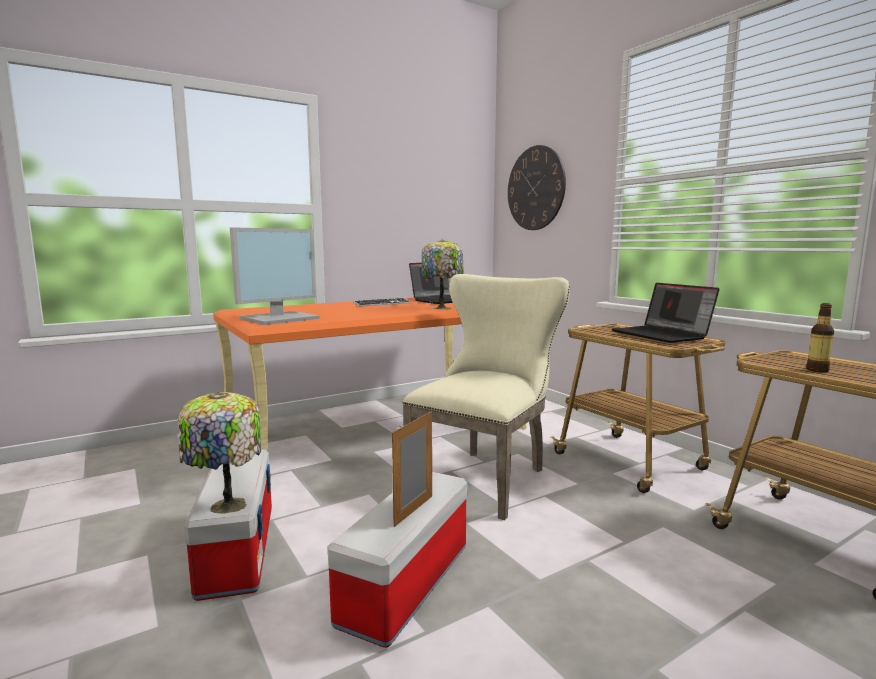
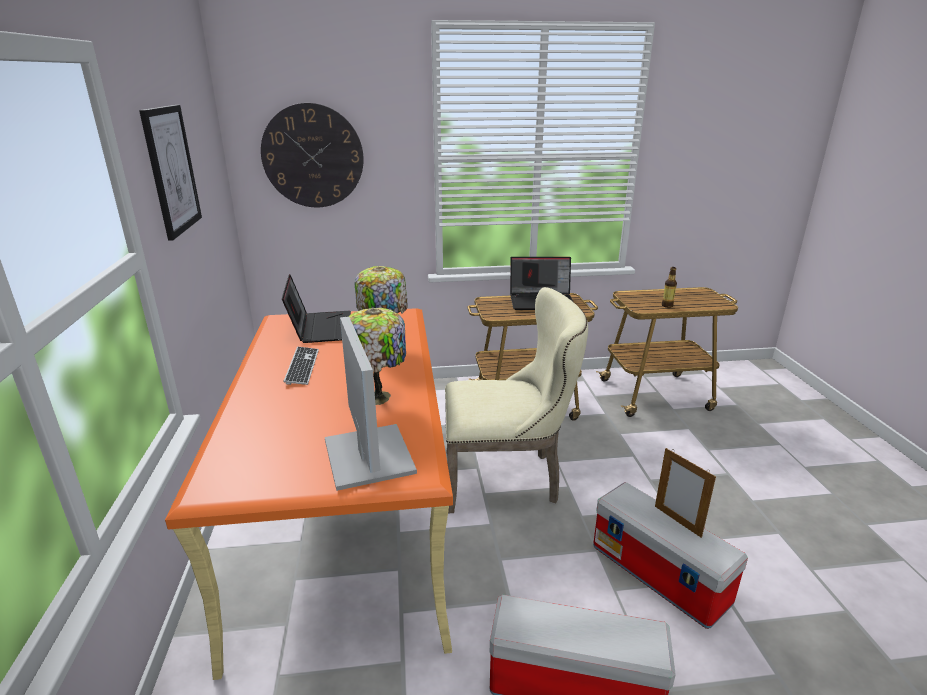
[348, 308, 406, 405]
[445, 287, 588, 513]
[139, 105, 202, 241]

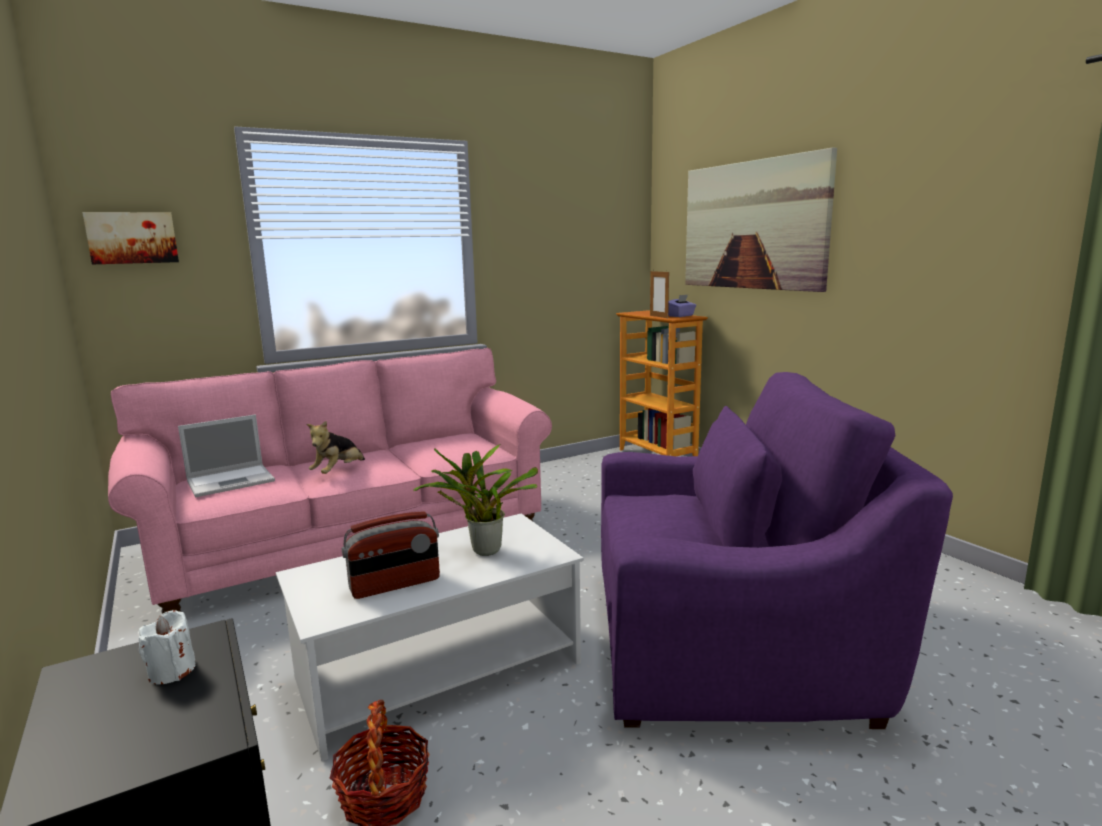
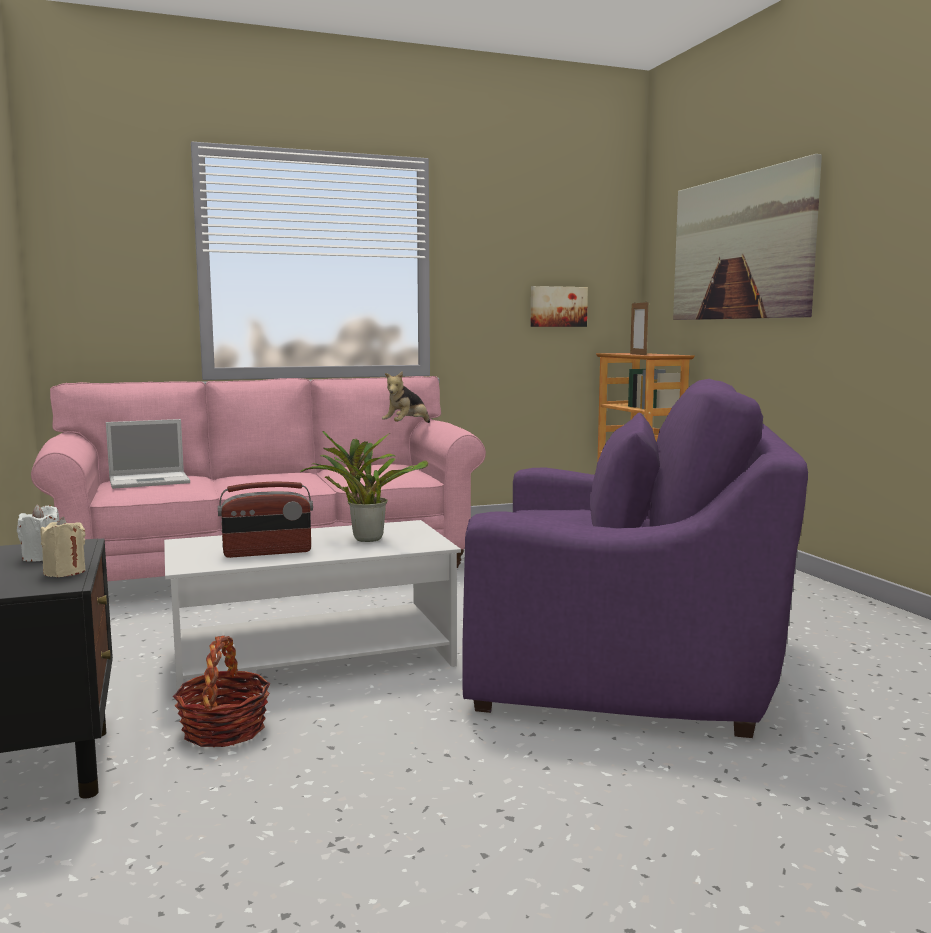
[531, 286, 588, 327]
[382, 371, 430, 423]
[668, 295, 696, 317] (first image)
[40, 516, 85, 577]

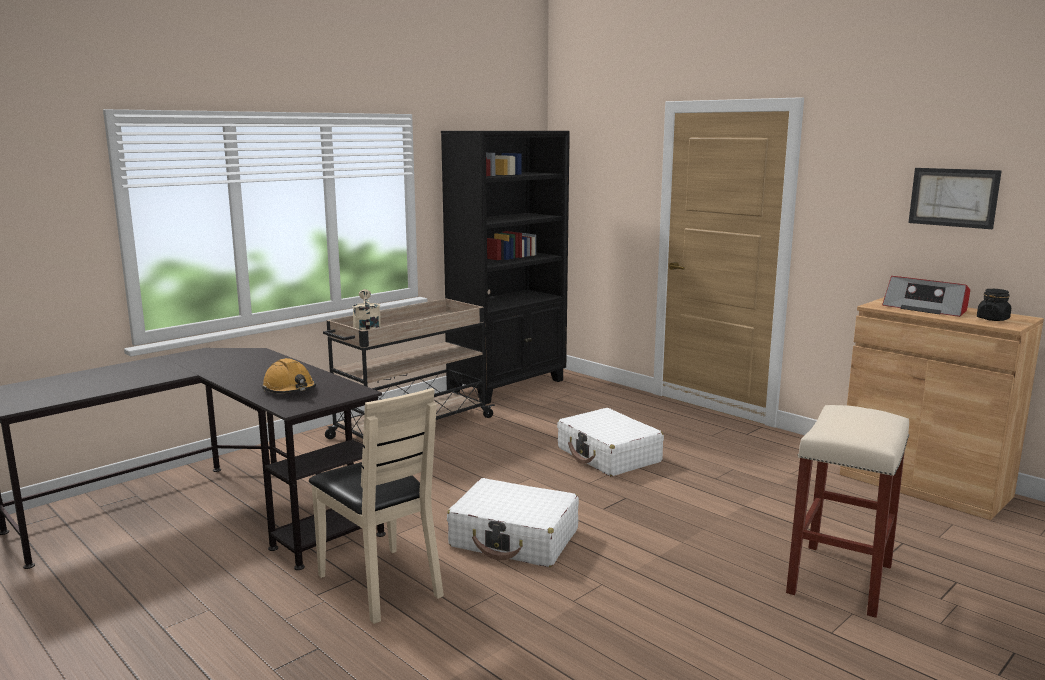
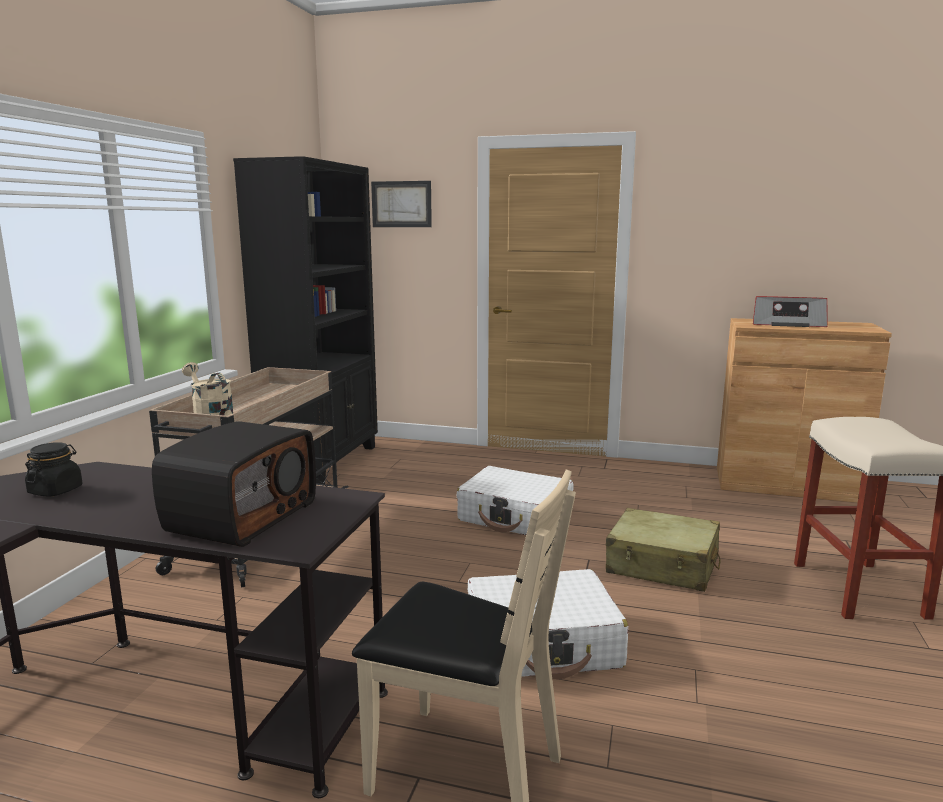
[152, 421, 316, 547]
[371, 181, 432, 227]
[25, 442, 82, 497]
[606, 508, 721, 592]

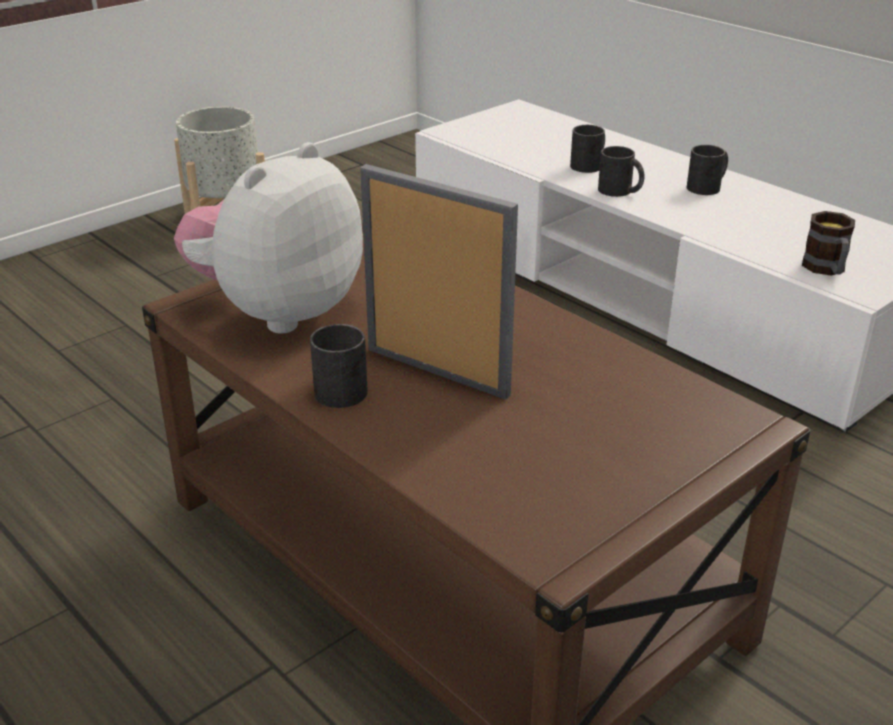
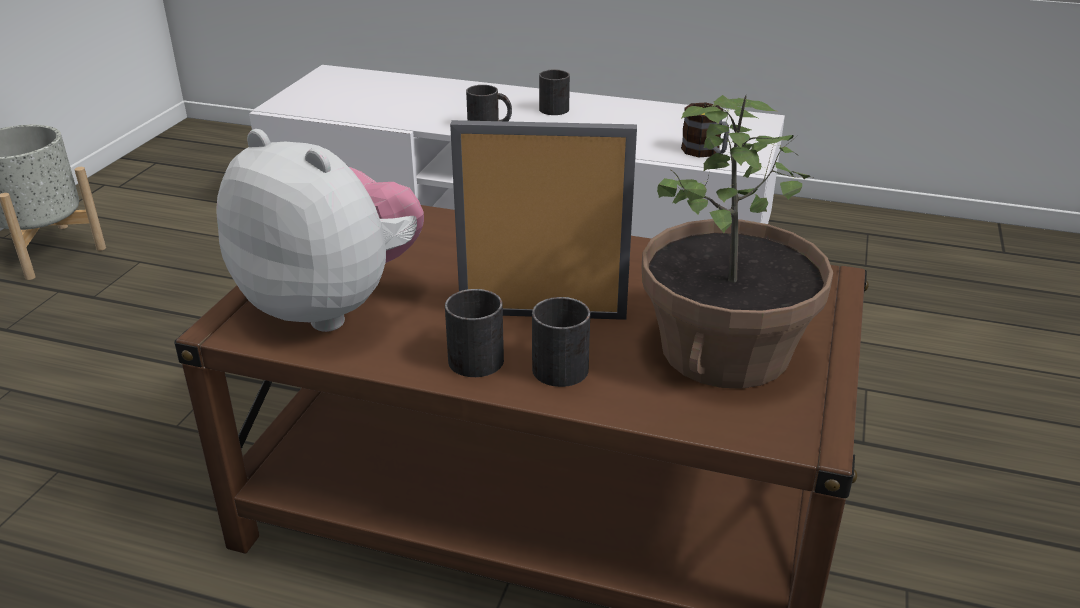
[216, 129, 424, 332]
[532, 297, 590, 387]
[642, 95, 833, 389]

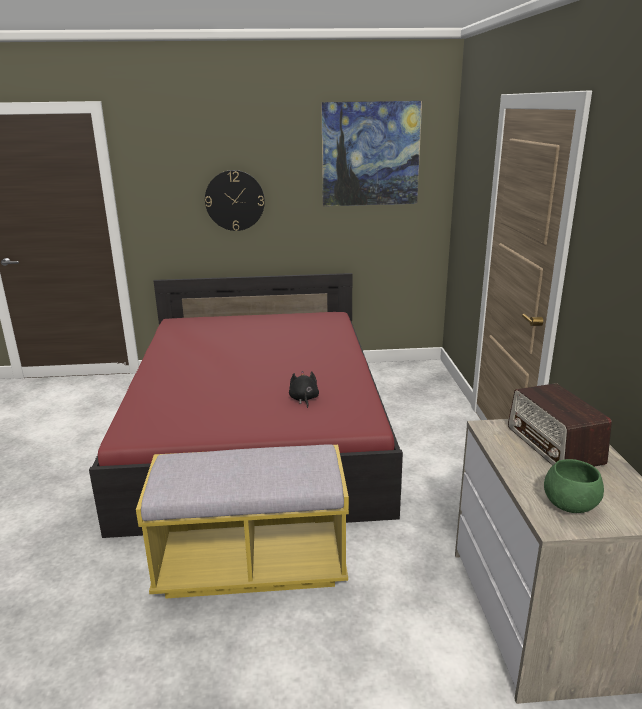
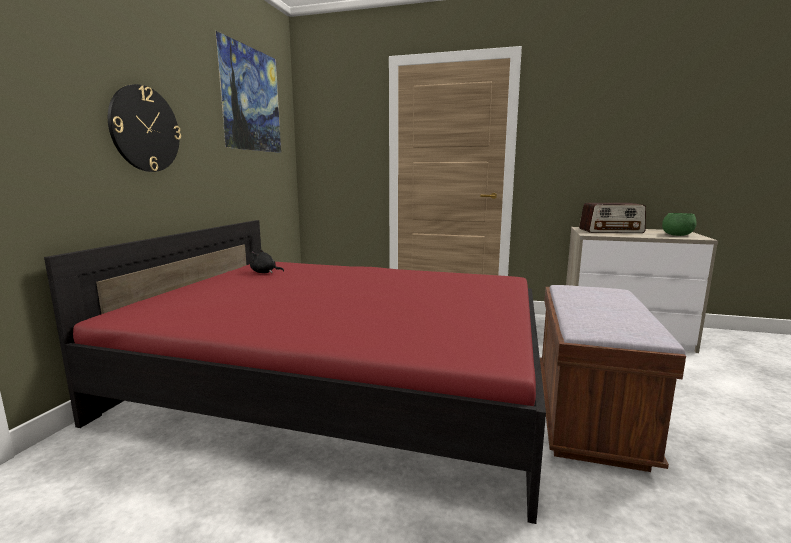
[540, 285, 686, 472]
[250, 249, 284, 273]

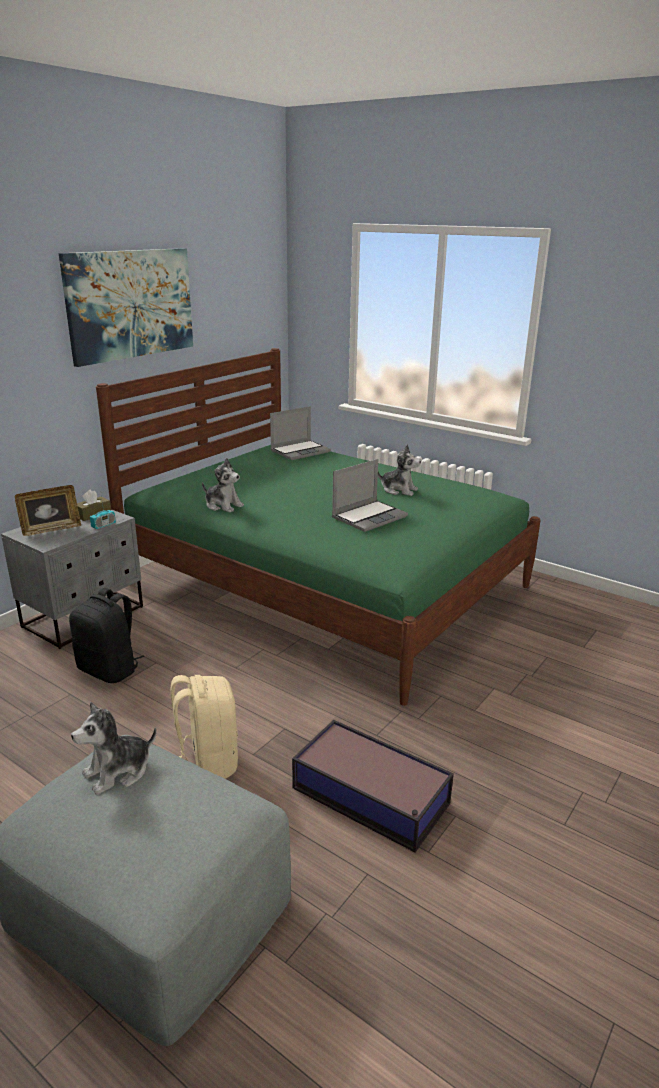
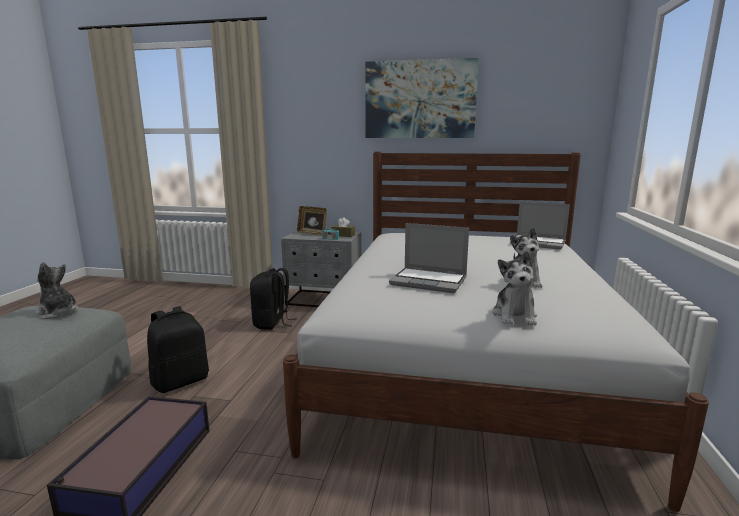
[283, 152, 709, 512]
[147, 306, 209, 393]
[492, 251, 537, 325]

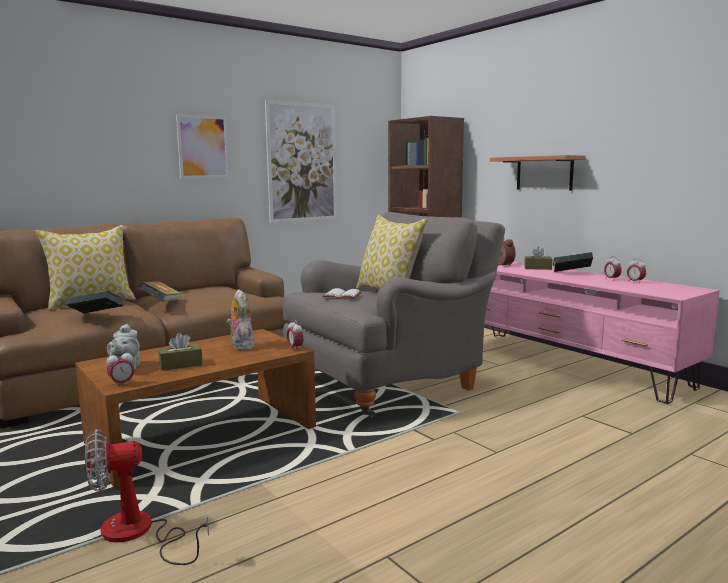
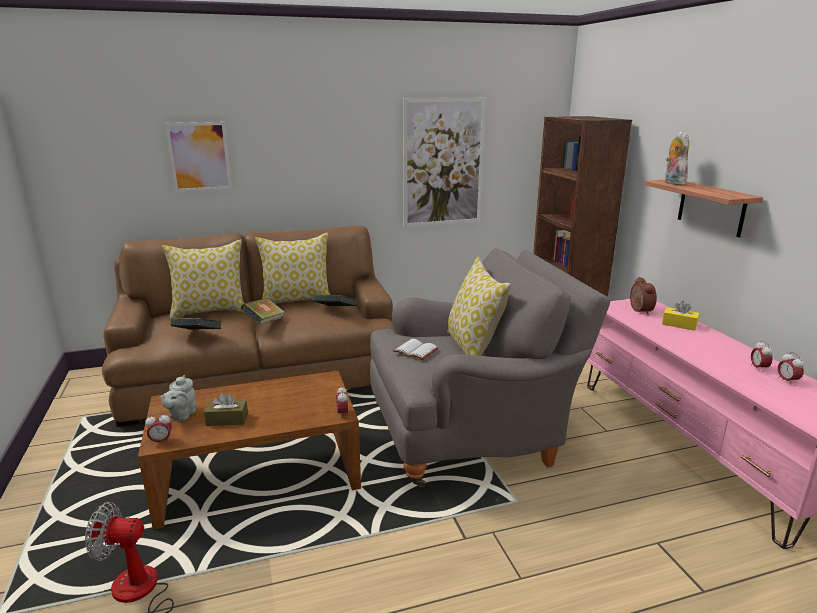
[165, 122, 232, 192]
[665, 131, 689, 185]
[662, 301, 699, 331]
[313, 294, 357, 306]
[255, 233, 330, 304]

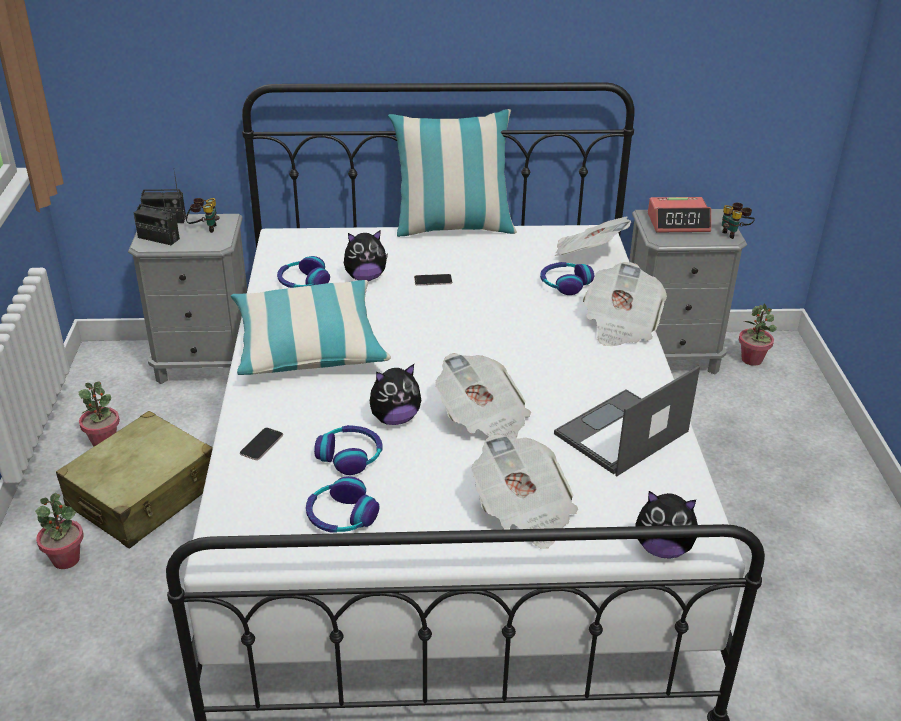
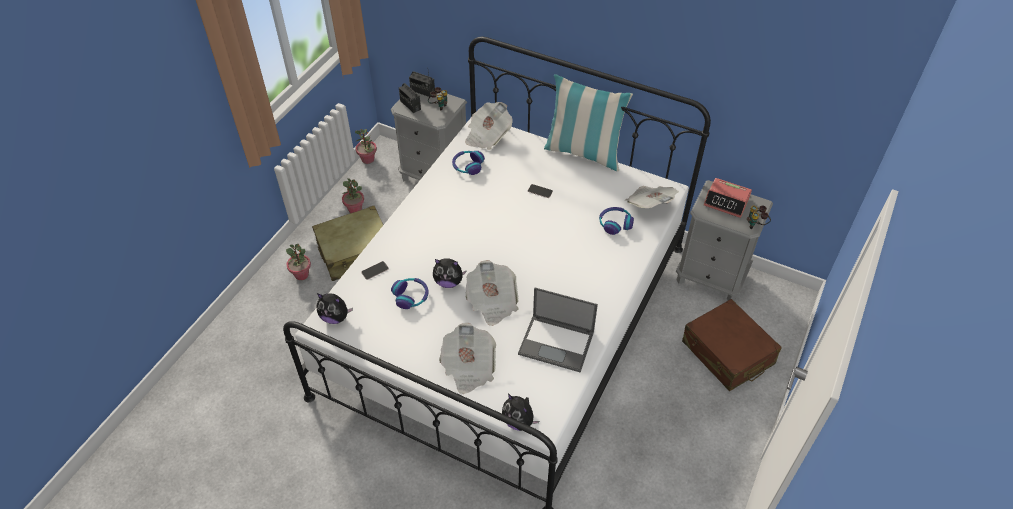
[231, 280, 391, 375] (first image)
[306, 476, 380, 533] (first image)
[317, 293, 353, 324]
[518, 287, 598, 373]
[465, 102, 513, 150]
[355, 129, 377, 164]
[682, 299, 782, 391]

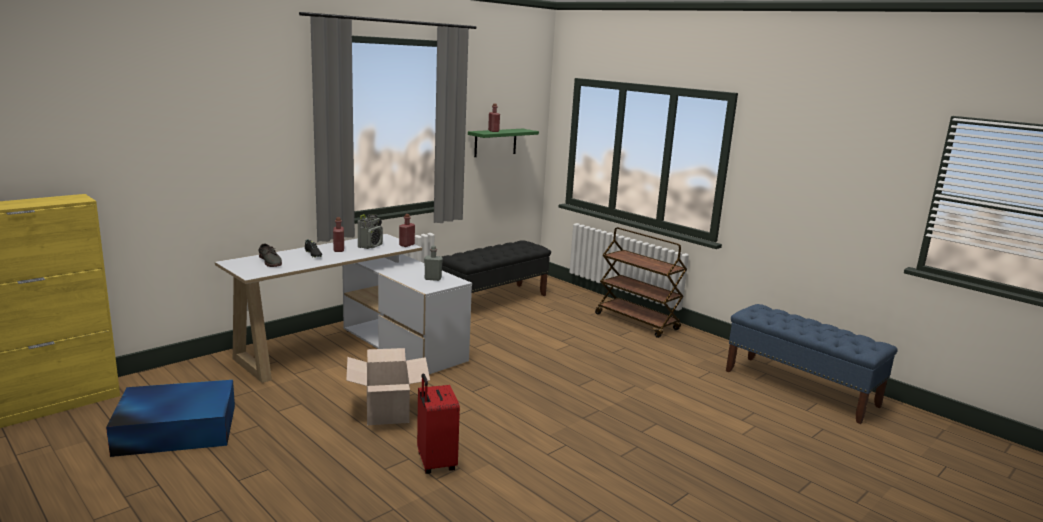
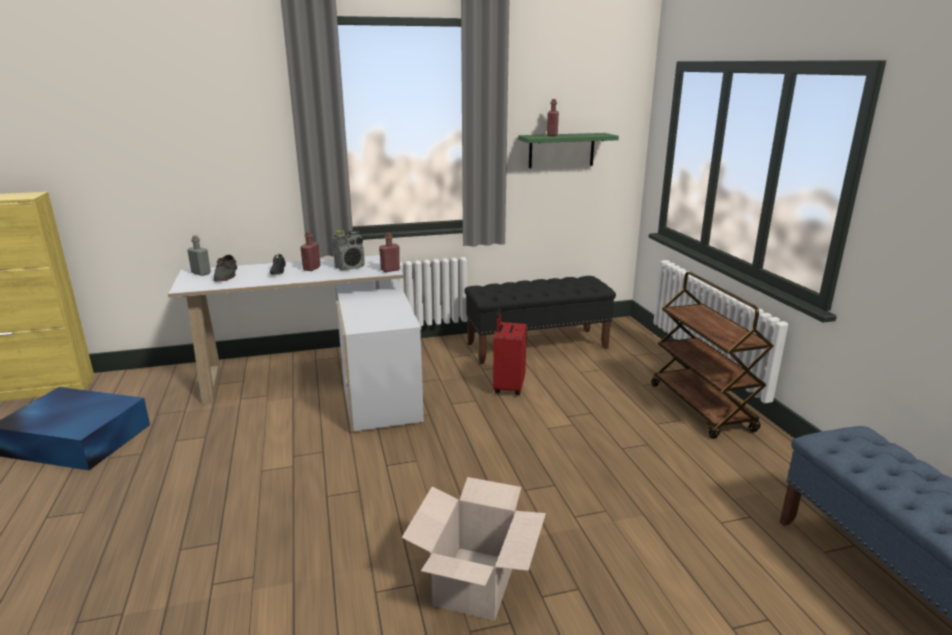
[402, 477, 546, 621]
[493, 309, 527, 395]
[187, 235, 211, 276]

